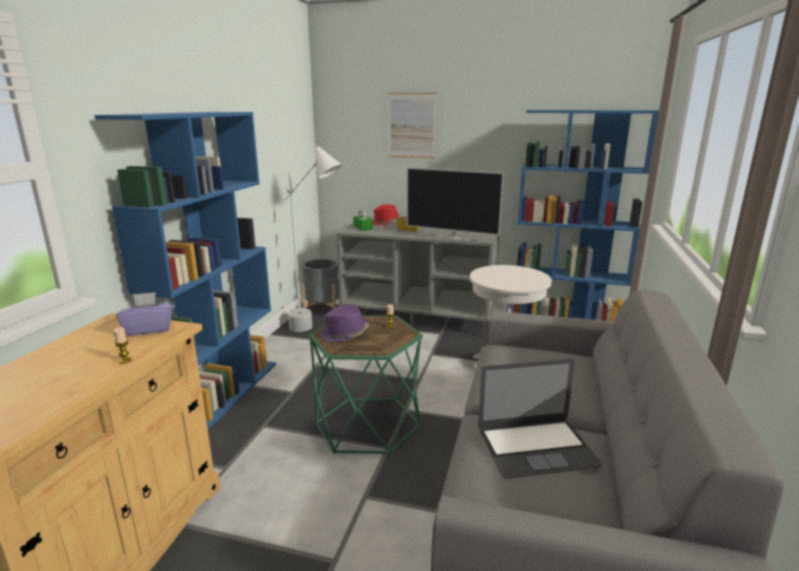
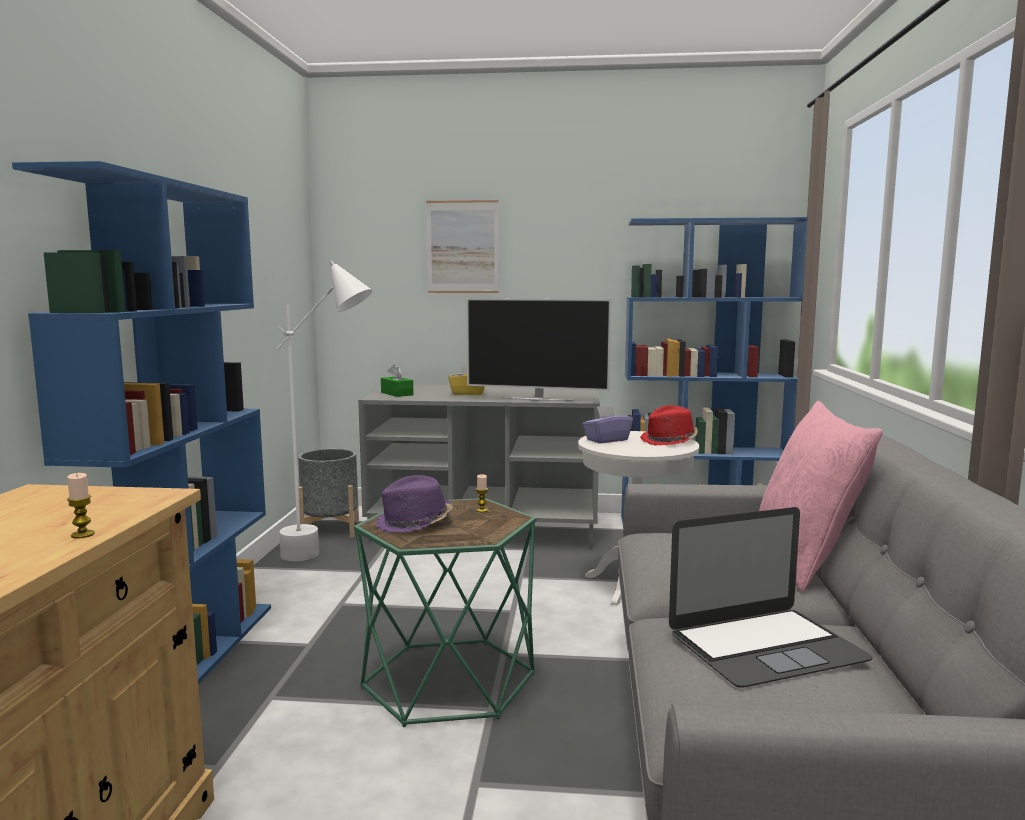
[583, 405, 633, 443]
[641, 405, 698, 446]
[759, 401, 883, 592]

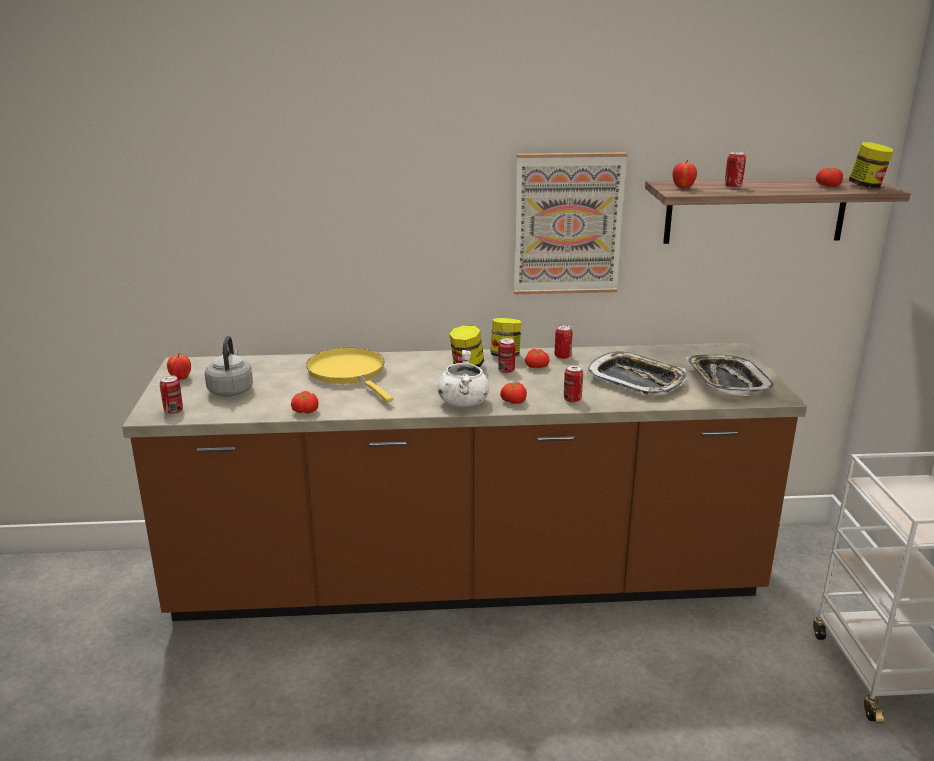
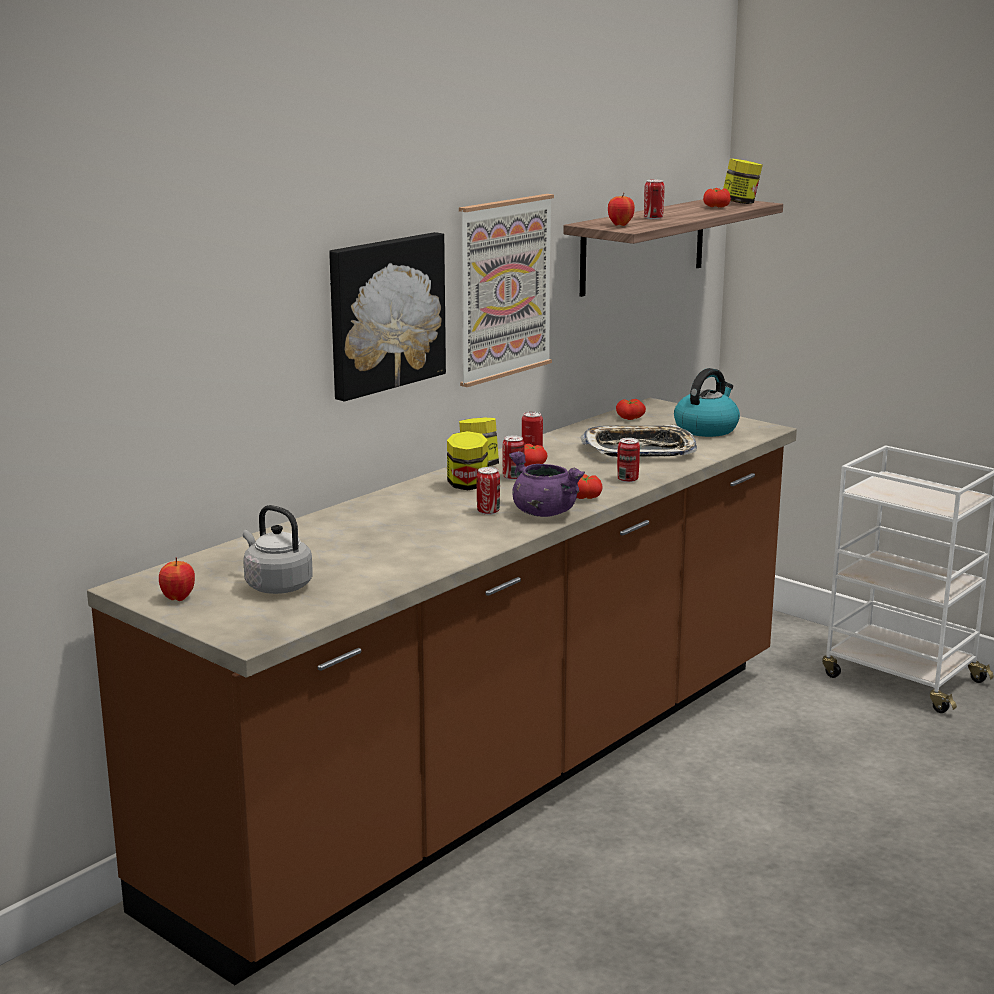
[477, 467, 500, 515]
[616, 399, 646, 420]
[306, 348, 393, 402] (first image)
[509, 451, 585, 517]
[674, 368, 740, 437]
[329, 232, 446, 401]

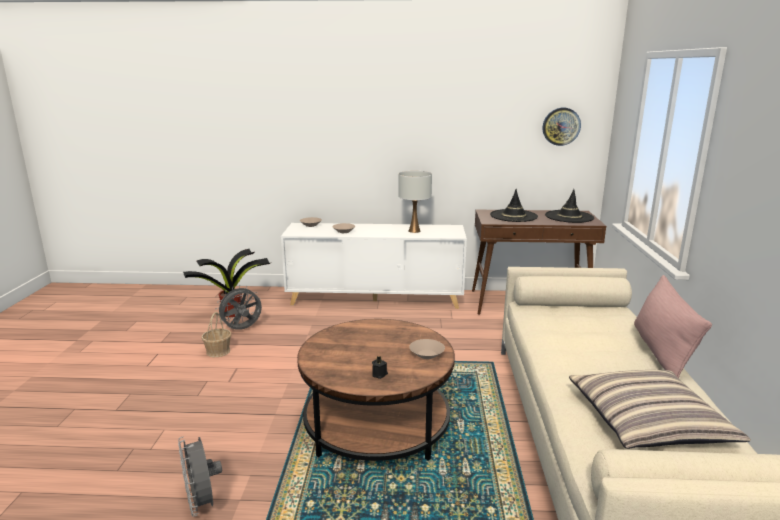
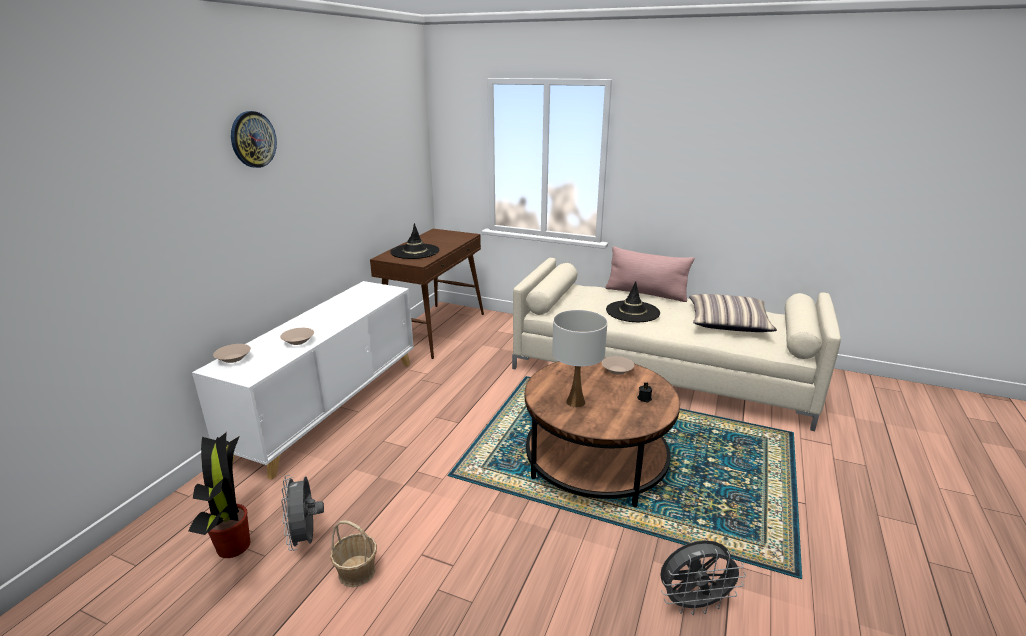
[552, 310, 607, 407]
[231, 111, 277, 168]
[606, 281, 660, 322]

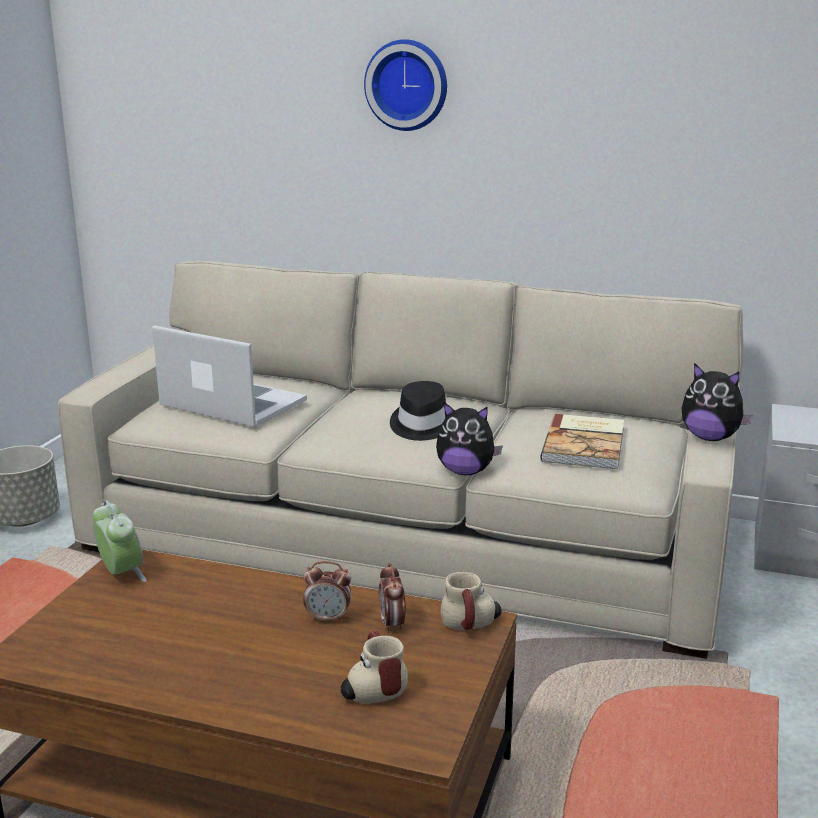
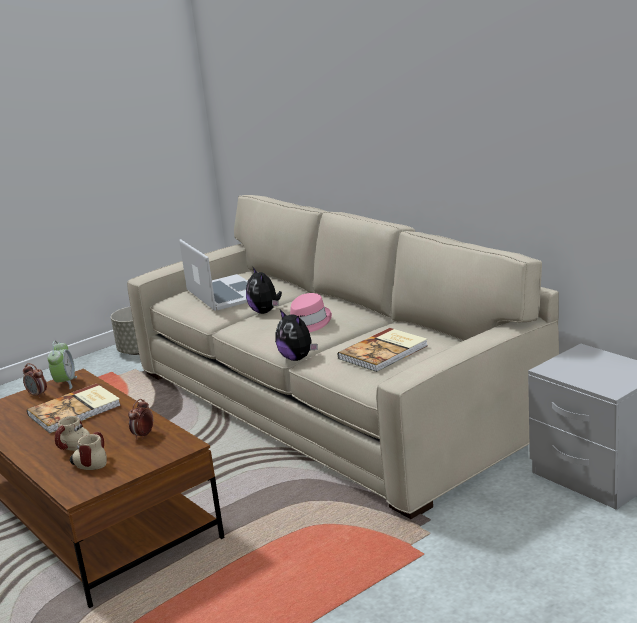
[23, 363, 47, 398]
[364, 39, 447, 131] (first image)
[290, 293, 332, 332]
[55, 416, 90, 451]
[246, 266, 282, 314]
[27, 383, 121, 433]

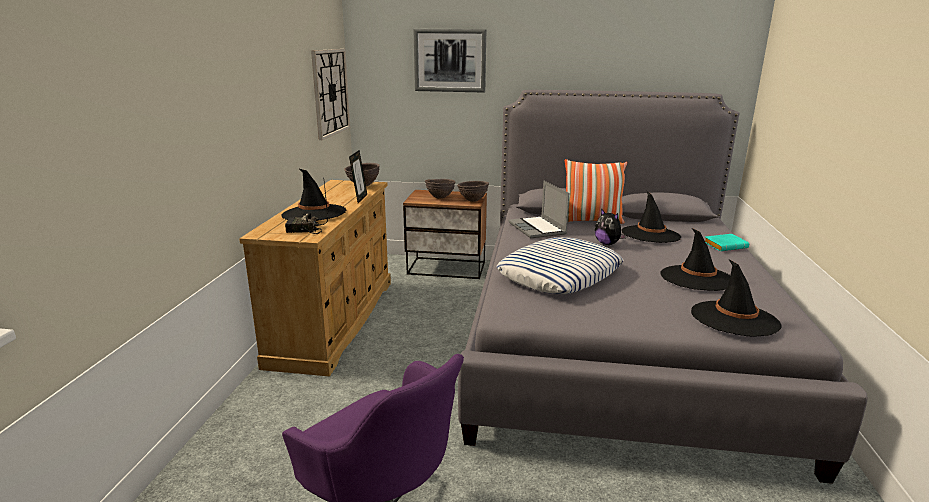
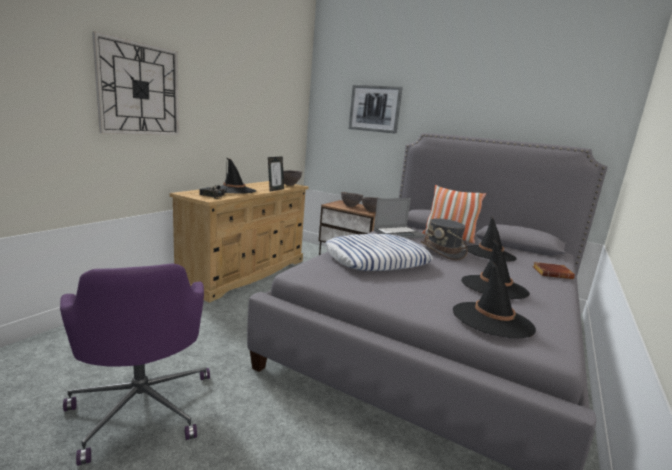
[92, 32, 179, 135]
[373, 198, 426, 239]
[420, 218, 468, 260]
[532, 262, 575, 279]

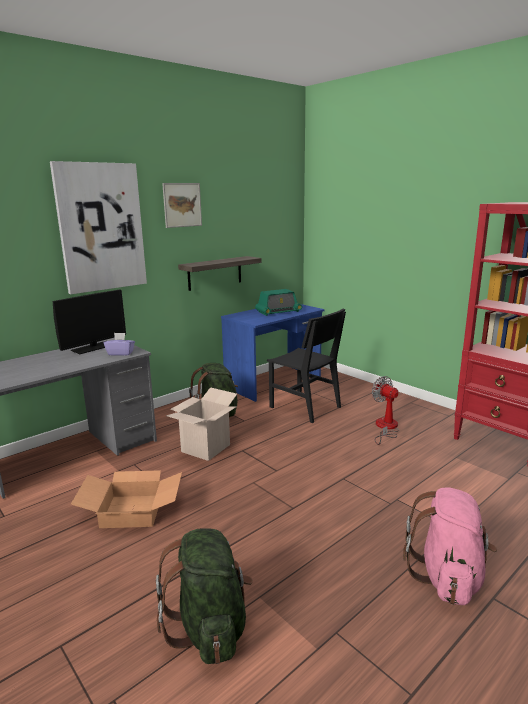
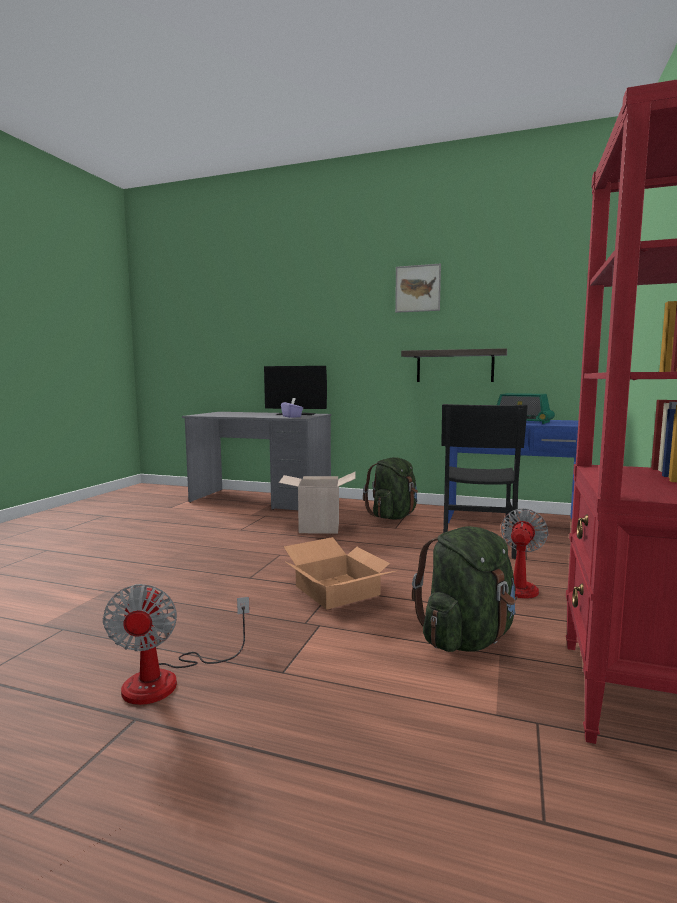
[50, 161, 147, 294] (first image)
[284, 537, 396, 609]
[412, 526, 516, 652]
[103, 584, 250, 705]

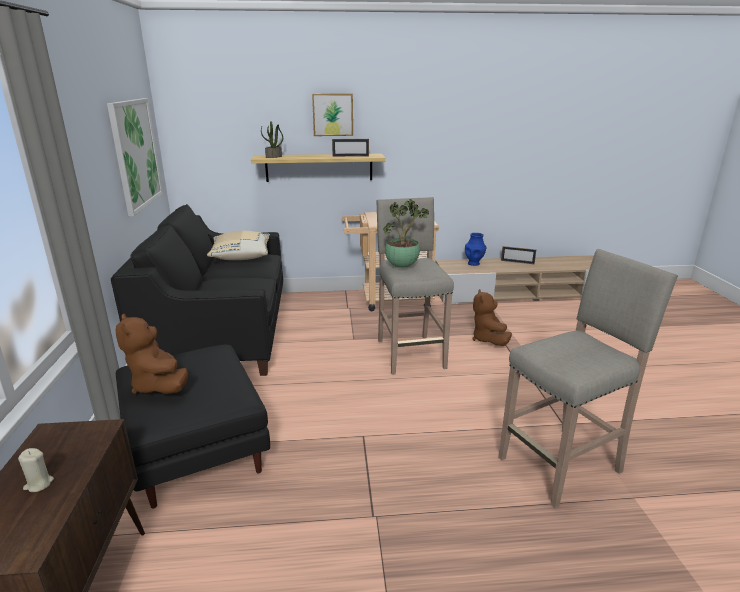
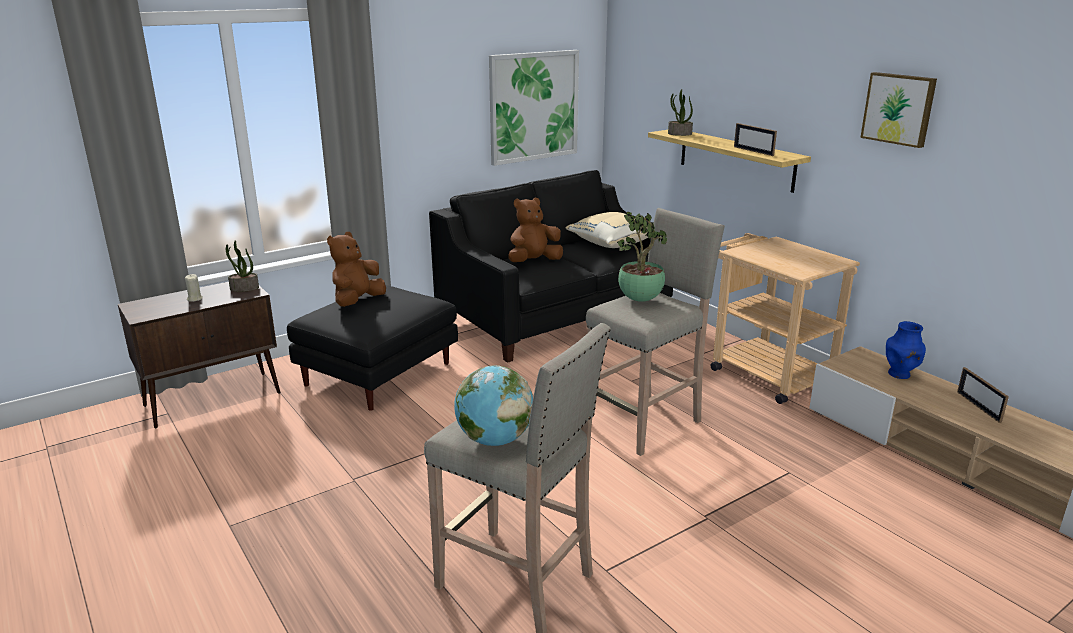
[860, 72, 937, 148]
[508, 197, 563, 262]
[226, 240, 259, 292]
[454, 365, 533, 446]

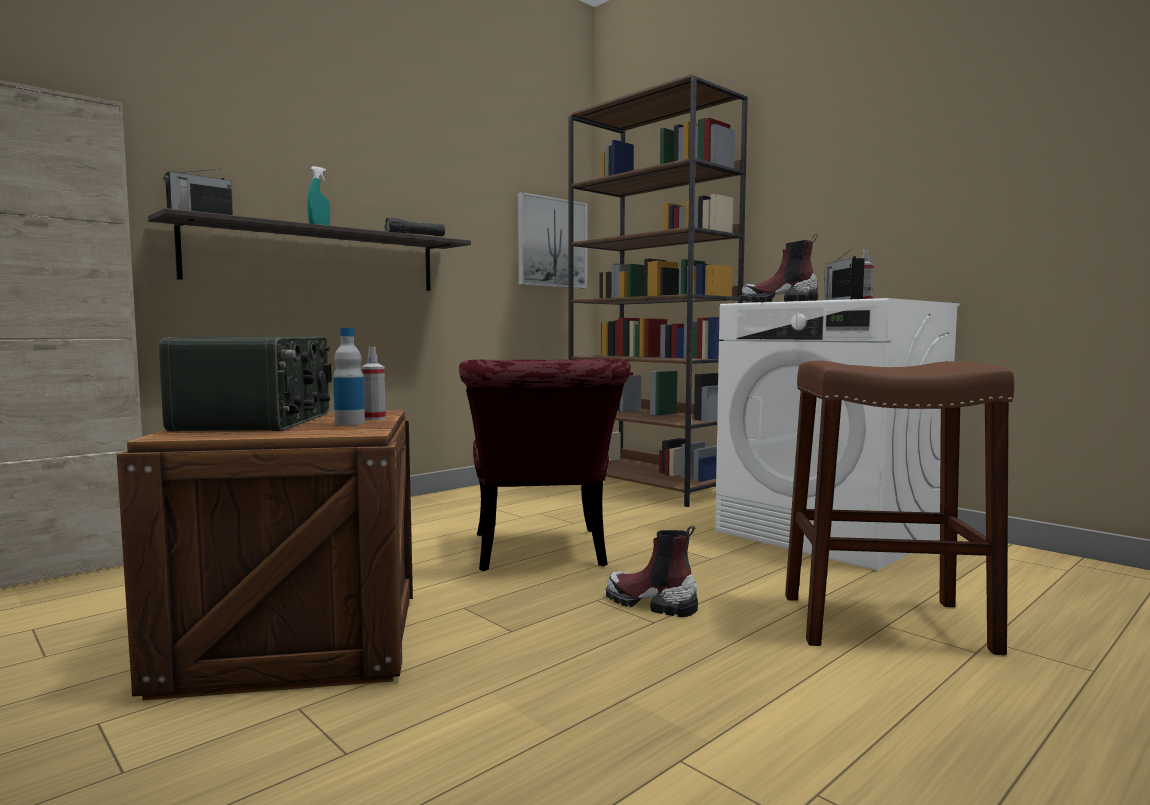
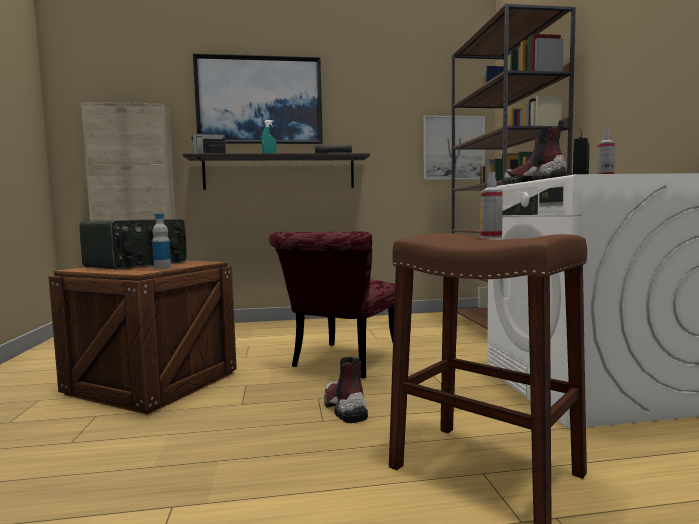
[481, 172, 503, 239]
[193, 54, 323, 144]

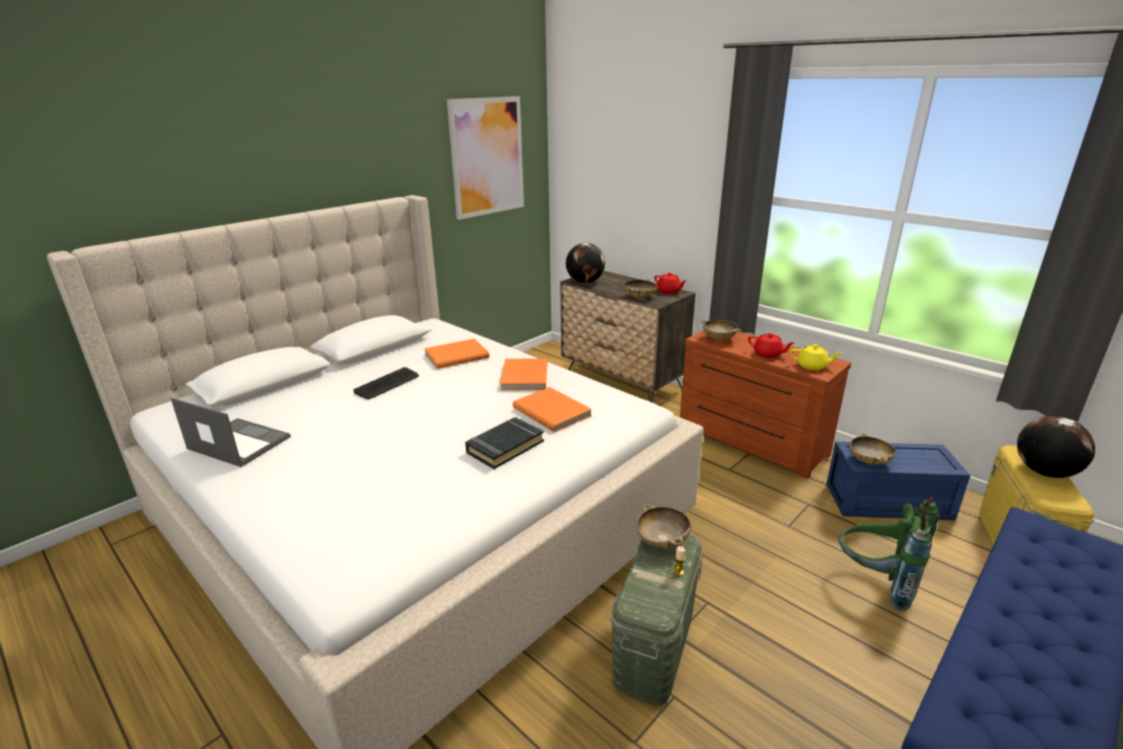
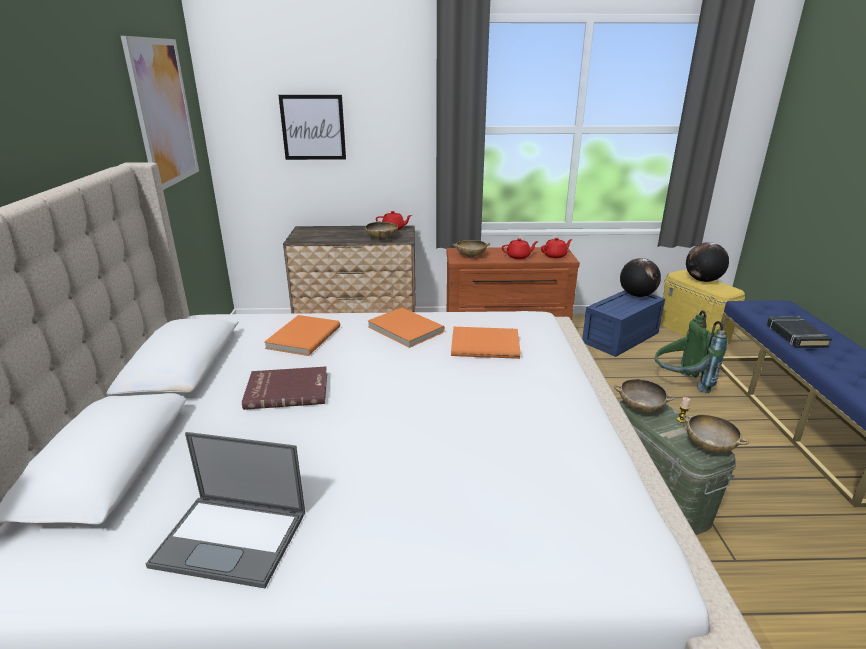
[146, 432, 305, 588]
[242, 367, 327, 410]
[767, 317, 832, 348]
[620, 258, 661, 297]
[541, 238, 573, 258]
[683, 414, 749, 452]
[278, 95, 346, 160]

